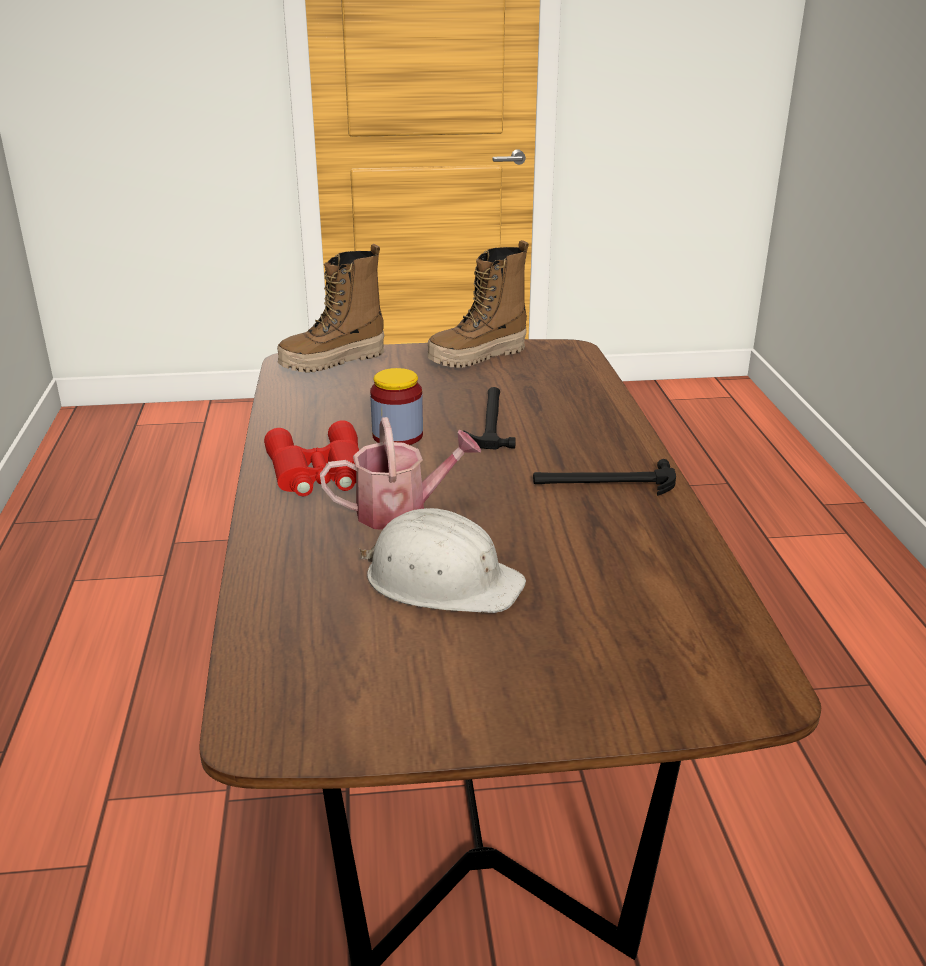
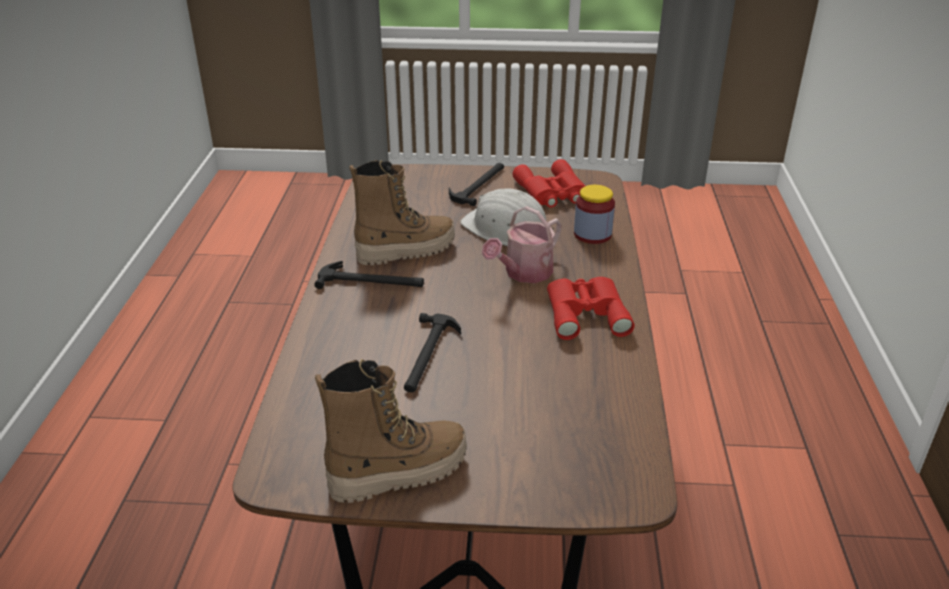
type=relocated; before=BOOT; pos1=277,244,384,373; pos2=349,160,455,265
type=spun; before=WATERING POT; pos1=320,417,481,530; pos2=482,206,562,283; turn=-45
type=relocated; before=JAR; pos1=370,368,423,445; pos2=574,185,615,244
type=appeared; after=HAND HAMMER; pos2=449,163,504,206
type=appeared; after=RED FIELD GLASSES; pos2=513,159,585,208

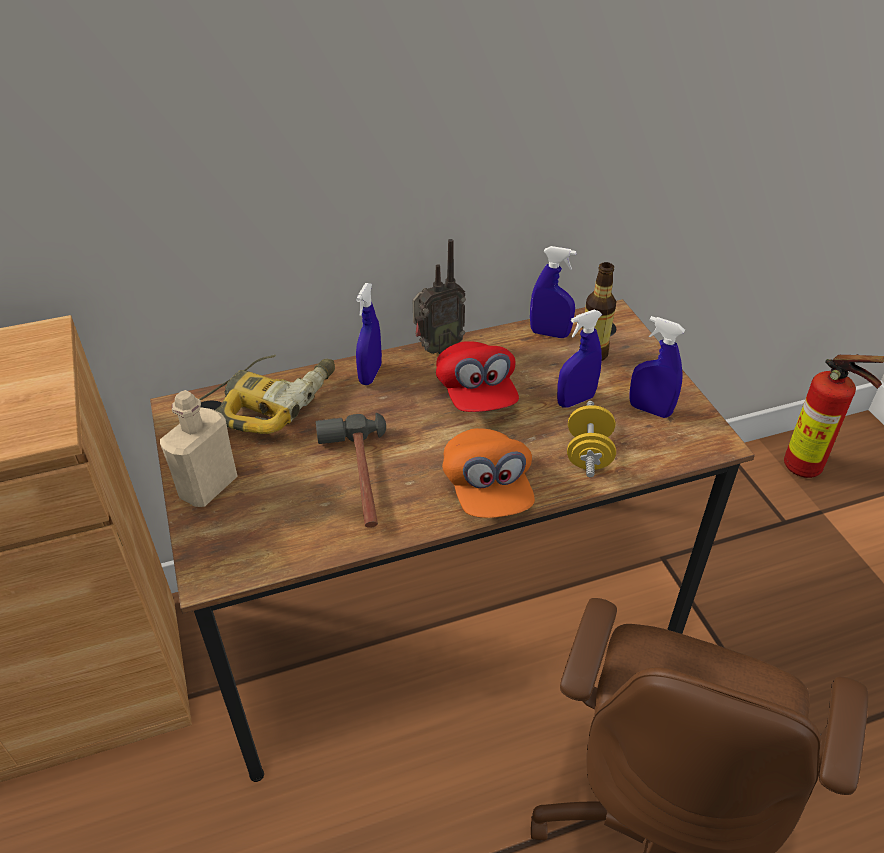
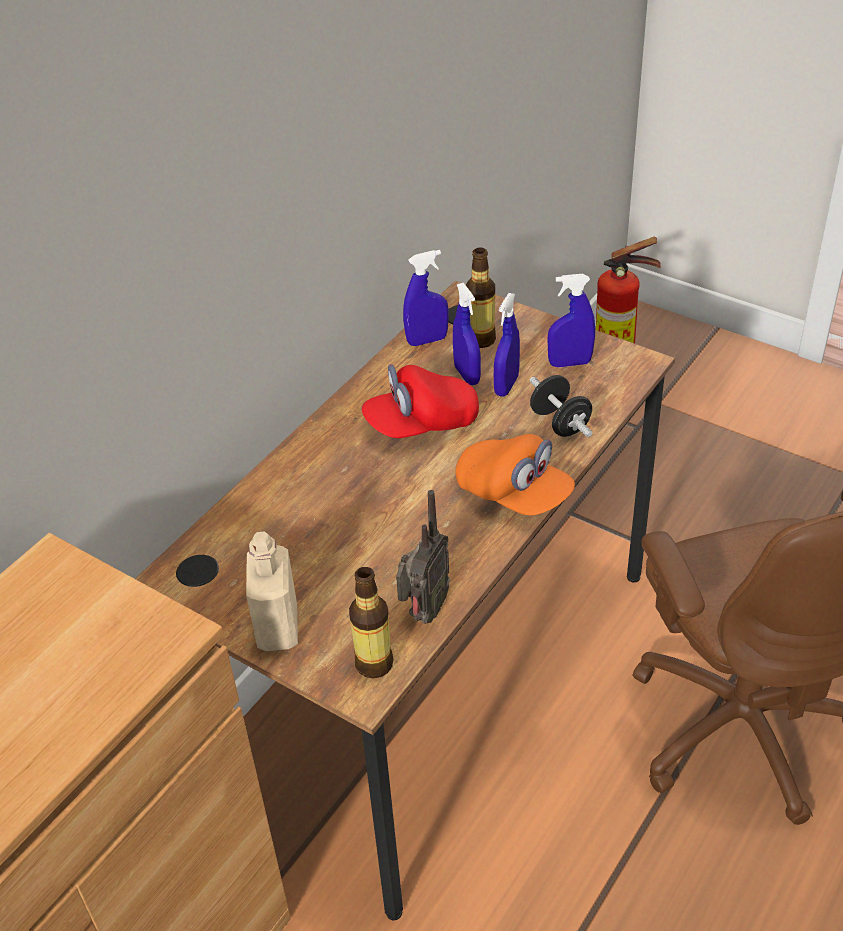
type=missing; before=ELECTRIC DRILL; pos1=200,355,335,434
type=missing; before=HAND HAMMER; pos1=316,413,386,528
type=relocated; before=BLUE-COLOURED HAND SPRAYER; pos1=356,283,382,385; pos2=453,283,481,385
type=relocated; before=RADIO SET; pos1=413,239,466,354; pos2=396,490,450,624
type=spun; before=RED CAP; pos1=436,341,519,412; pos2=362,364,479,438; turn=120
type=colour; before=YELLOWISH DUMBBELL; after=BLACK-COLOURED DUMBBELL; pos1=567,401,616,478; pos2=530,375,592,437
type=appeared; after=BEVERAGE BOTTLE; pos2=349,567,393,678

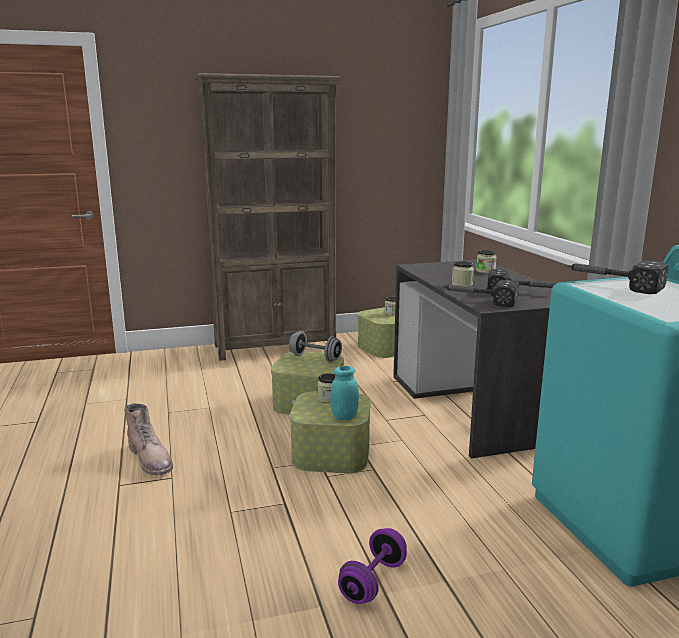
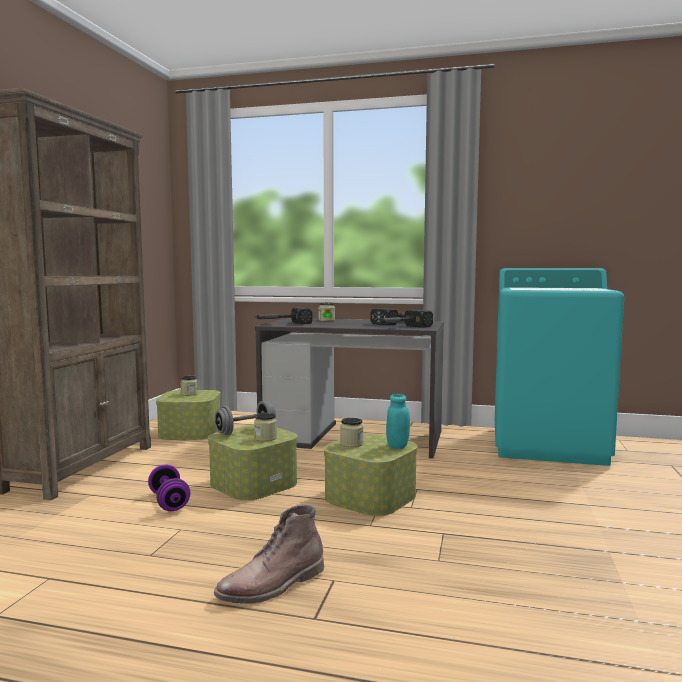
type=spun; before=BROWNISH BOOT; pos1=124,403,173,475; pos2=214,505,324,604; turn=150
type=relocated; before=PURPLISH DUMBBELL; pos1=338,528,407,604; pos2=148,464,190,511
type=relocated; before=JAR; pos1=452,261,474,287; pos2=254,413,277,441
type=relocated; before=HAND HAMMER; pos1=567,261,668,294; pos2=256,307,313,324

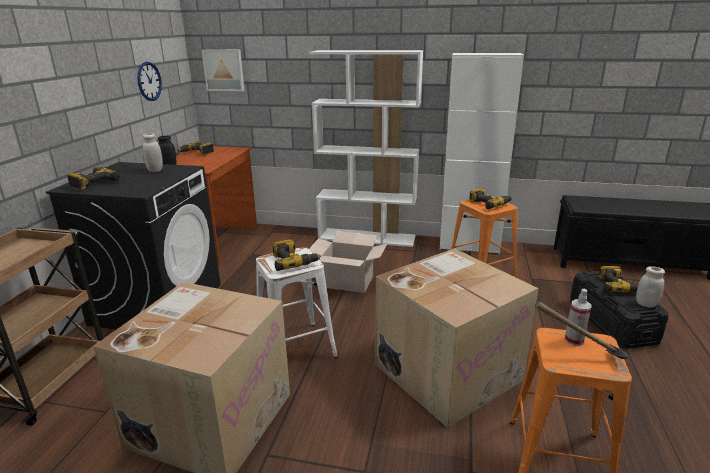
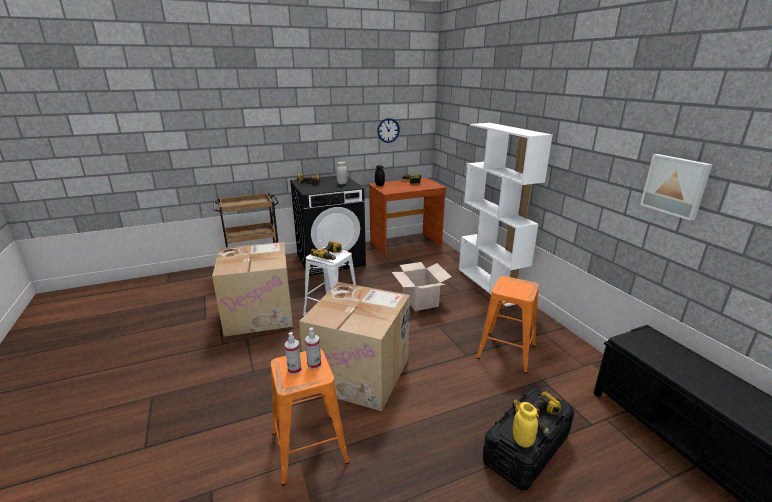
type=relocated; before=WALL ART; pos1=202,50,244,91; pos2=640,154,713,221
type=missing; before=WHITISH STORAGE CABINET; pos1=440,53,524,254
type=missing; before=ELECTRIC DRILL; pos1=469,188,512,209
type=exchanged; before=HAND HAMMER; after=HAND SPRAYER; pos1=535,301,629,359; pos2=285,332,301,375
type=colour; before=WHITISH JAR; after=YELLOWISH JAR; pos1=636,266,665,308; pos2=513,402,538,448

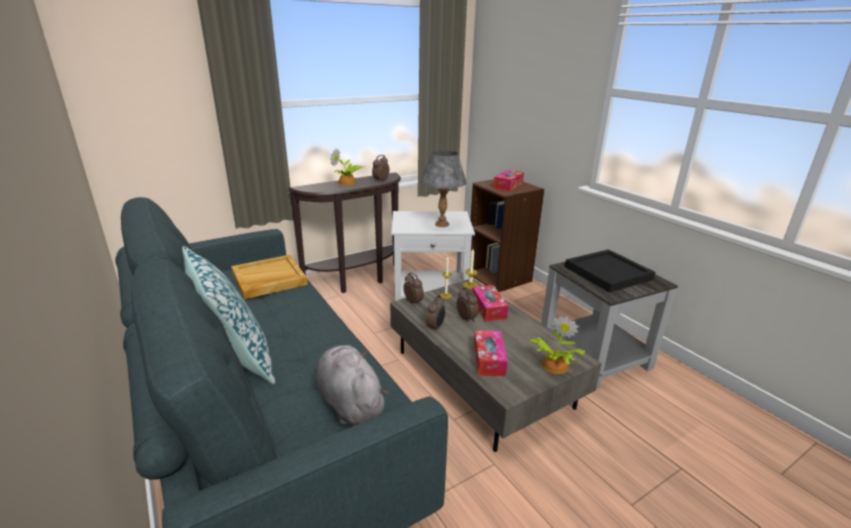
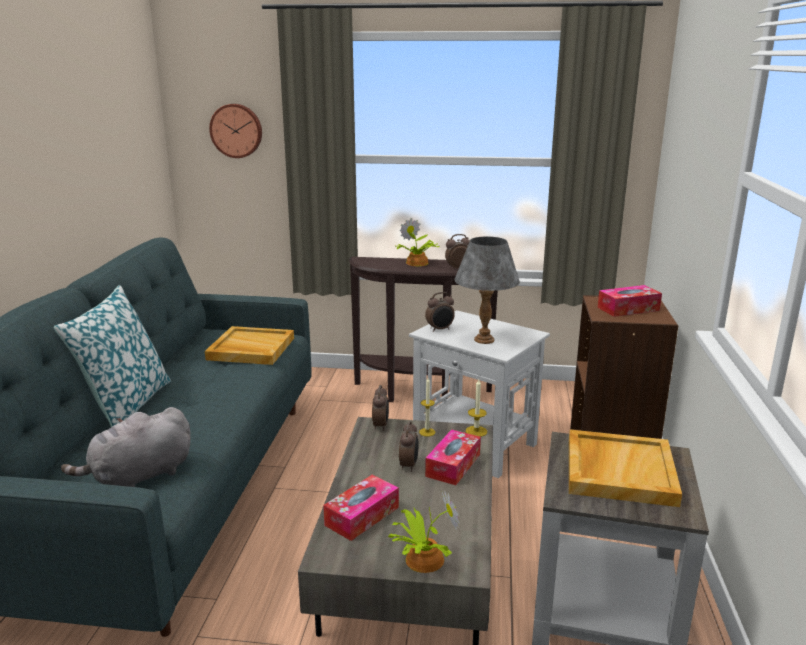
type=spun; before=GREY SOFT TOY; pos1=316,345,389,425; pos2=61,407,190,487; turn=-135
type=relocated; before=BEDSIDE CLOCK; pos1=426,295,445,332; pos2=425,292,455,332
type=colour; before=BLACK-COLOURED CARRYING TRAY; after=SAND-COLOURED CARRYING TRAY; pos1=565,249,656,293; pos2=569,430,682,507
type=appeared; after=CLOCK ON THE WALL; pos2=209,104,262,158

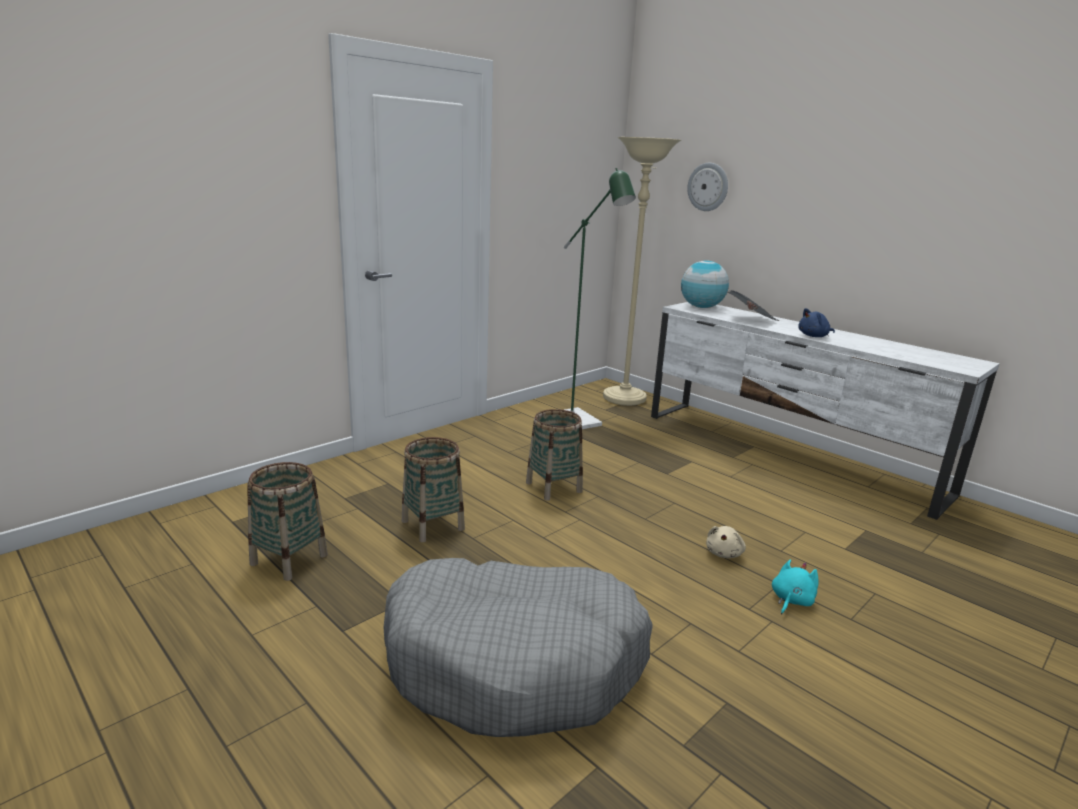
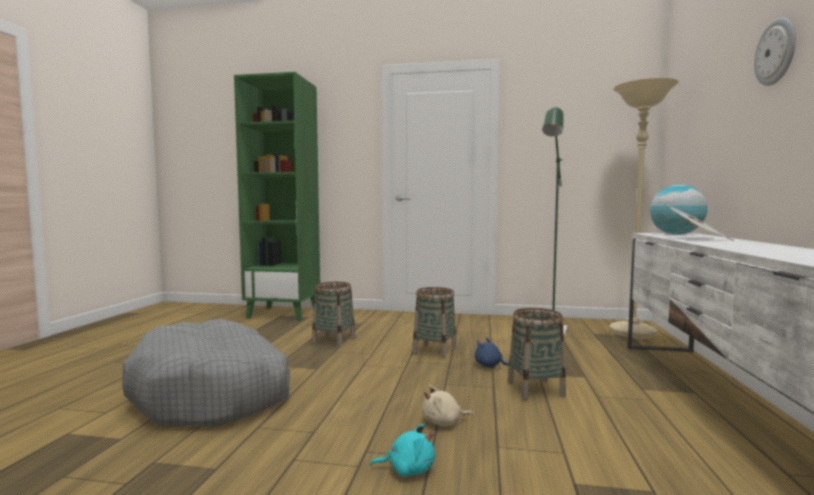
type=relocated; before=STORAGE BASKET; pos1=247,462,328,581; pos2=507,308,566,400
type=relocated; before=CLOCK ON THE WALL; pos1=687,163,728,211; pos2=754,17,796,86
type=relocated; before=BLUE-COLOURED SOFT TOY; pos1=798,308,835,337; pos2=474,338,509,369
type=appeared; after=GREENISH BOOKCASE; pos2=234,72,320,321

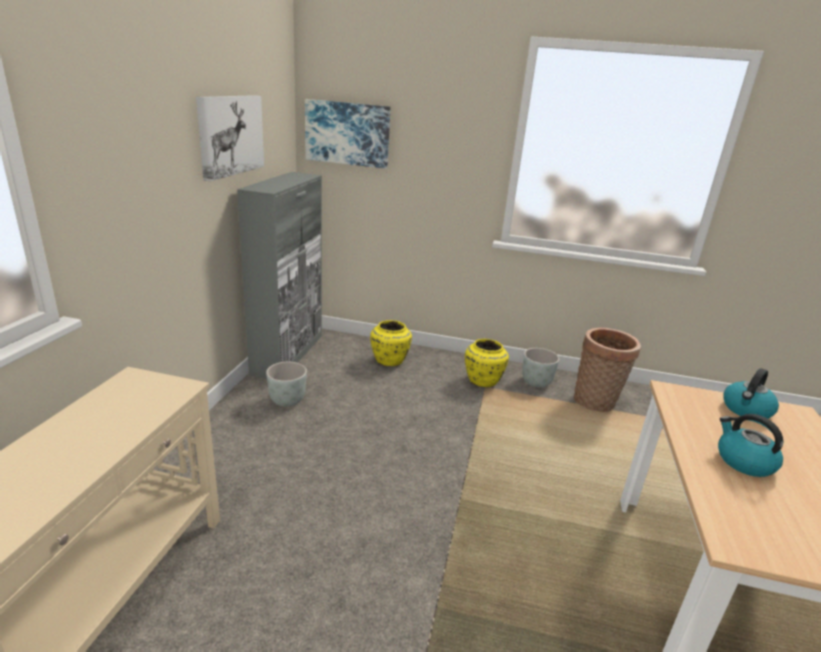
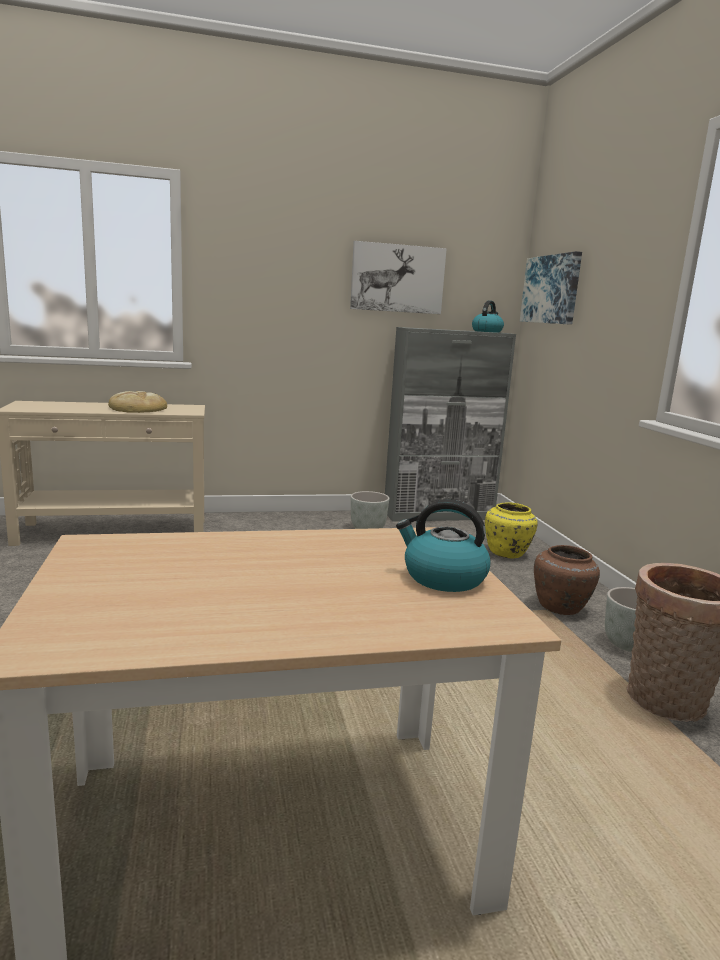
type=colour; before=YELLOWISH FLOWER VASE; after=BROWNISH FLOWER VASE; pos1=465,339,509,387; pos2=534,545,600,615
type=relocated; before=WATER KETTLE; pos1=718,414,783,477; pos2=472,301,504,333
type=appeared; after=BREAD; pos2=108,391,167,413

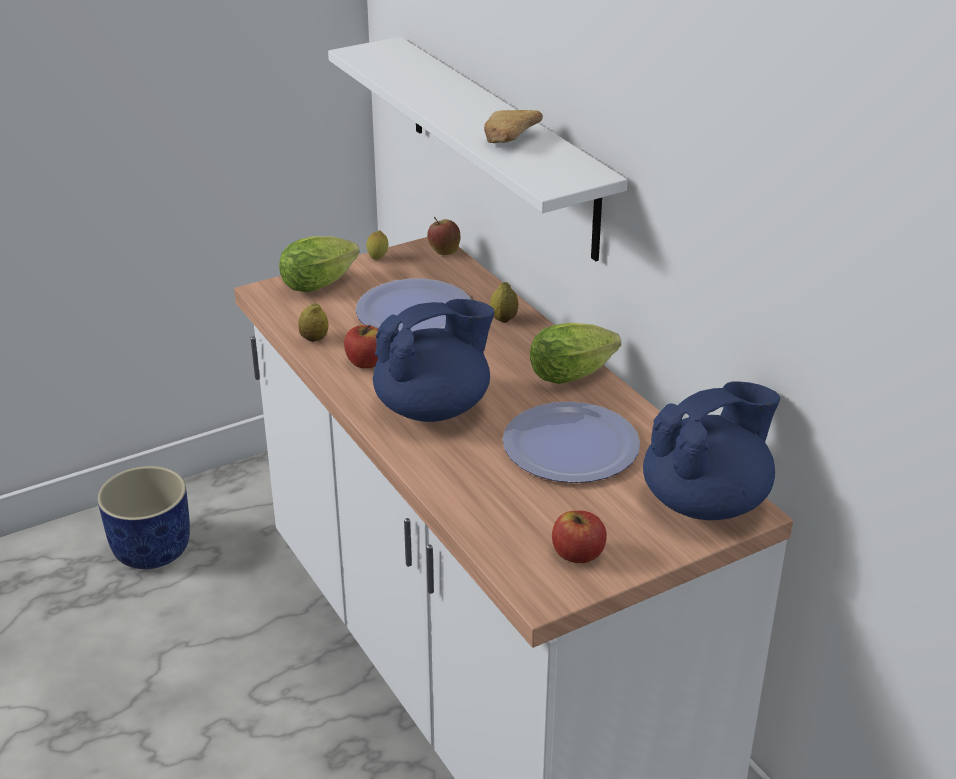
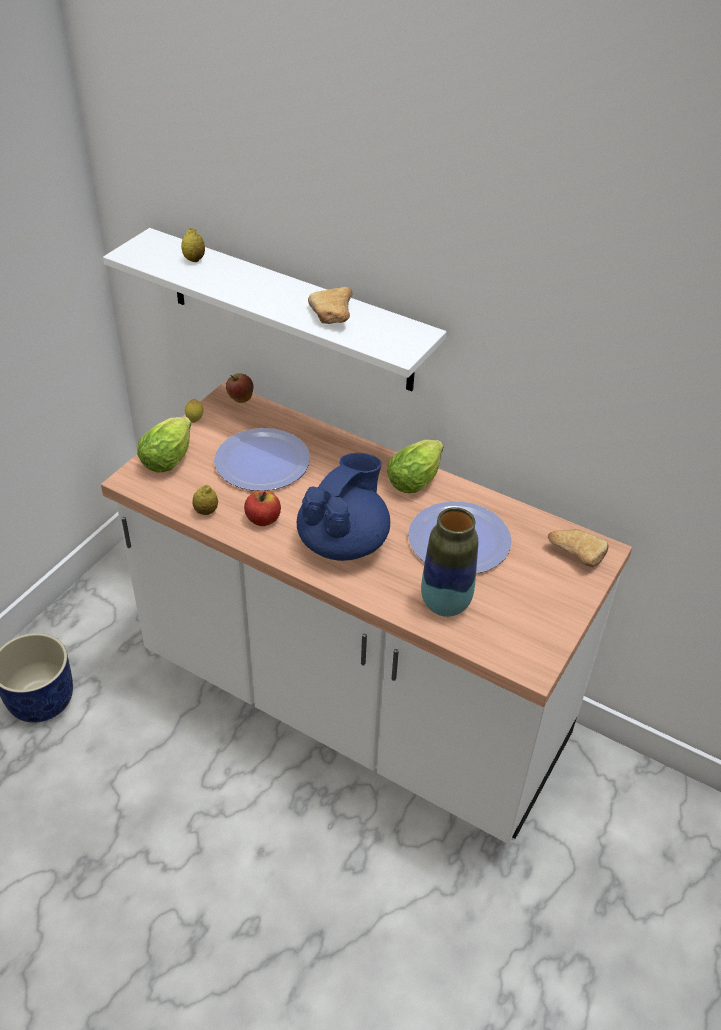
type=relocated; before=CITRUS FRUIT; pos1=490,282,518,323; pos2=181,228,205,262
type=missing; before=APPLE FRUIT; pos1=552,511,607,563
type=exchanged; before=BLUE-COLOURED POT FOR TEA; after=BREAD; pos1=643,382,780,520; pos2=548,529,609,567
type=appeared; after=FLOWER VASE; pos2=421,507,478,617

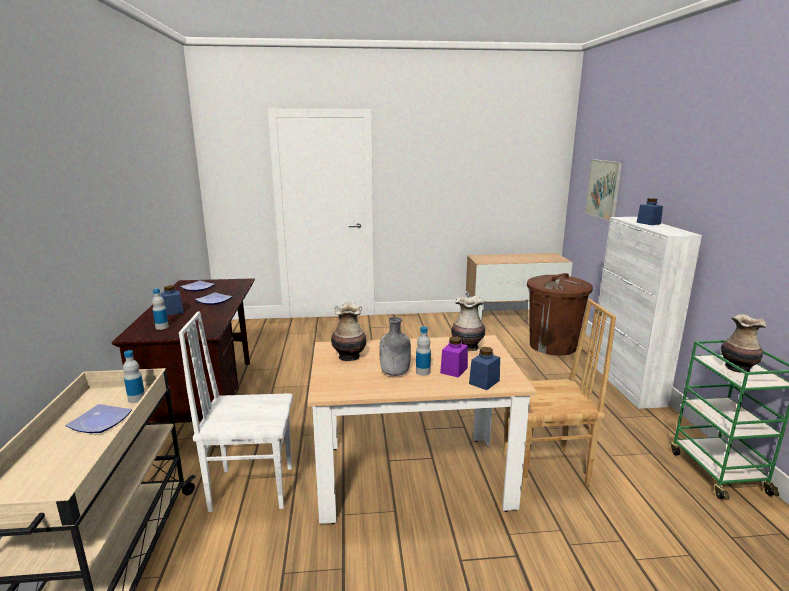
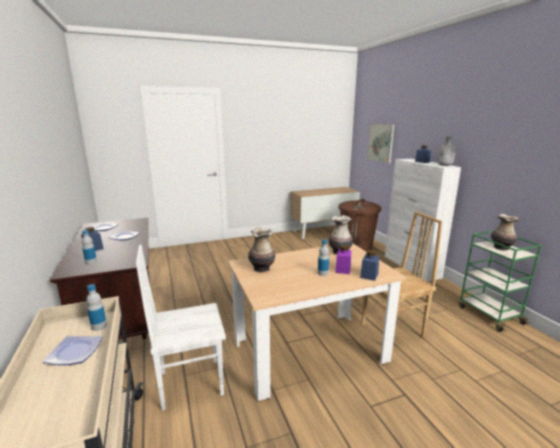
type=relocated; before=GREY BEVERAGE BOTTLE; pos1=380,317,411,376; pos2=438,136,456,166

